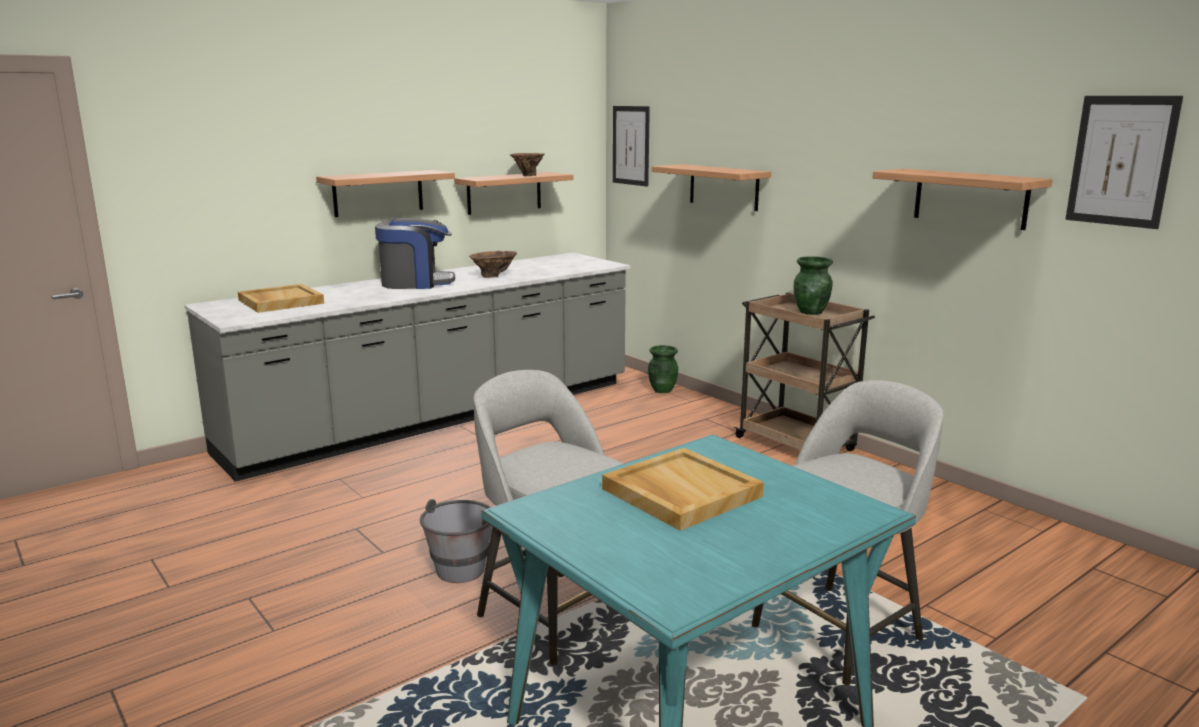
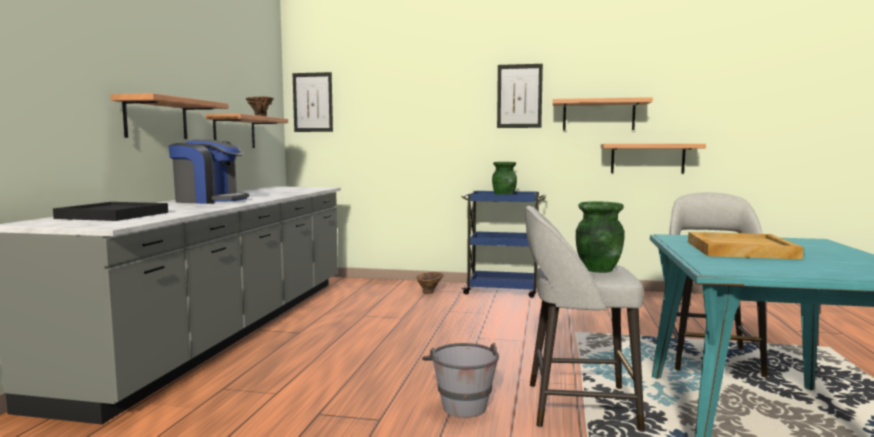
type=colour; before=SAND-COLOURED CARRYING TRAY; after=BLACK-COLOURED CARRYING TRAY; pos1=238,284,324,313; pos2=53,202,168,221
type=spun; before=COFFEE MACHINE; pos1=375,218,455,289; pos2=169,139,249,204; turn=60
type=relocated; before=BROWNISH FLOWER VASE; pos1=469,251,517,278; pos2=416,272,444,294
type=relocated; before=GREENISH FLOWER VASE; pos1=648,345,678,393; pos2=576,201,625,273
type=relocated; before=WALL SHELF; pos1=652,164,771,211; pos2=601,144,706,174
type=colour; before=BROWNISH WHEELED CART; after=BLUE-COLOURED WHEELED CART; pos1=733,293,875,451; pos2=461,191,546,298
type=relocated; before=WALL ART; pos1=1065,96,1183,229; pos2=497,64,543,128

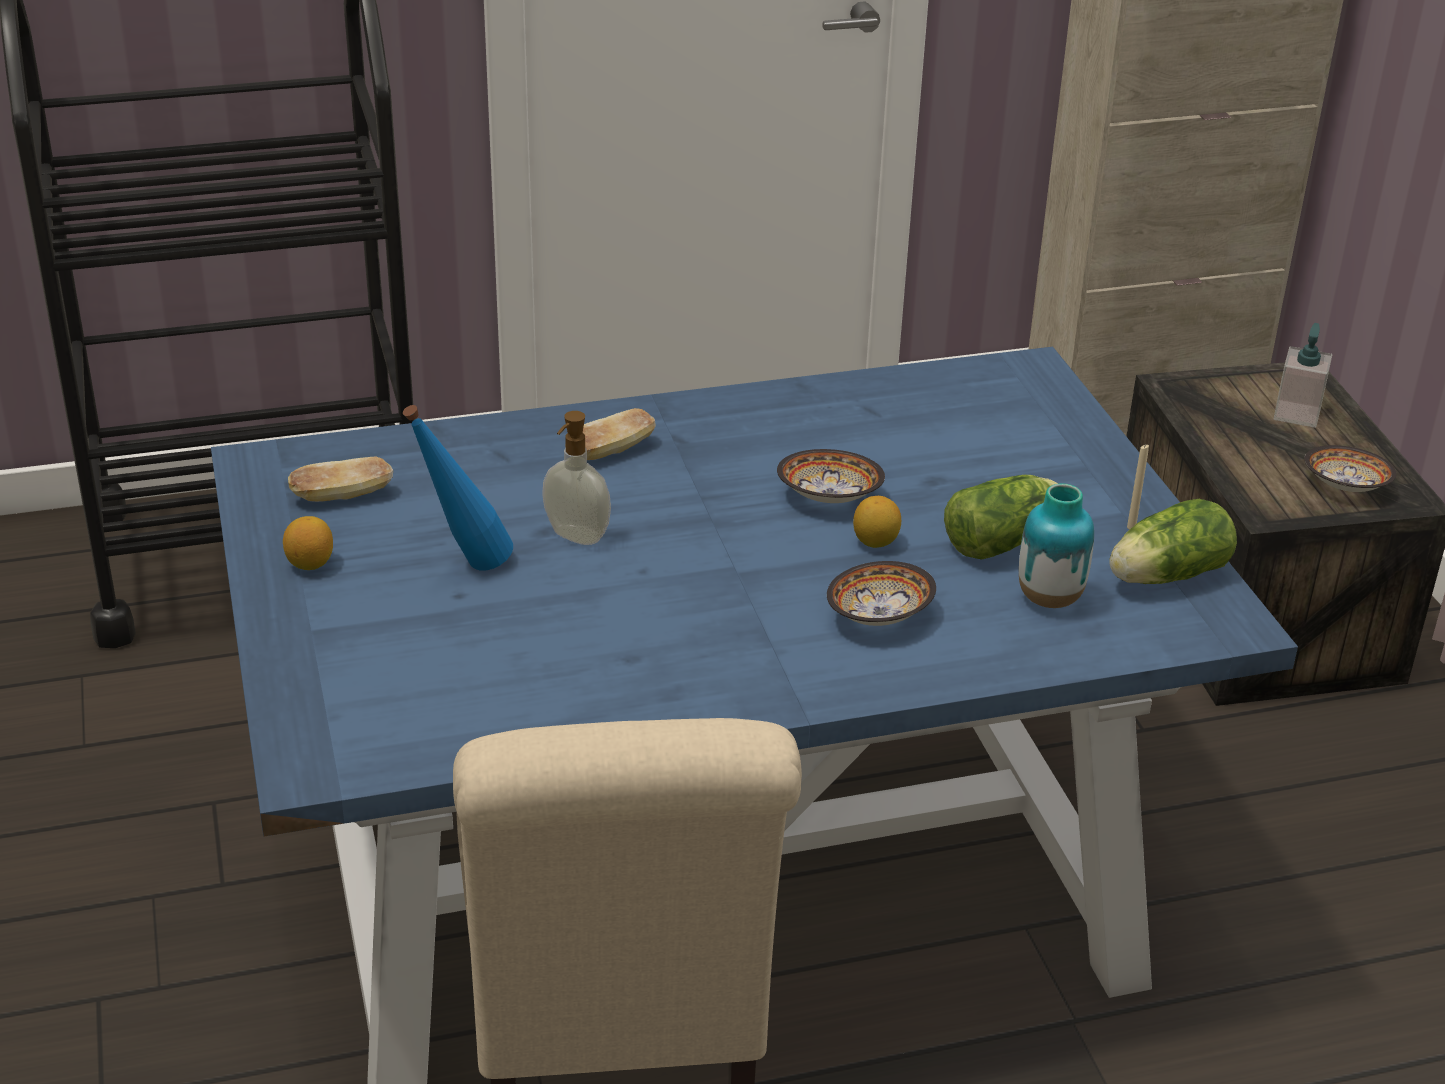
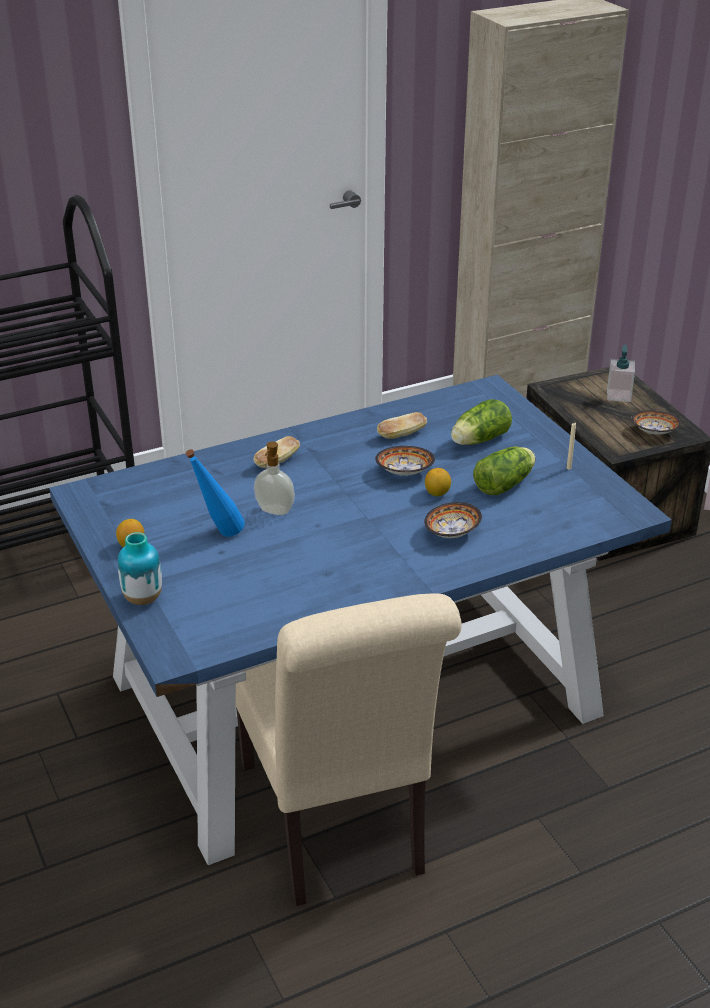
type=relocated; before=BREAD; pos1=288,456,393,502; pos2=377,412,427,439
type=relocated; before=FLOWER VASE; pos1=1019,483,1094,608; pos2=118,532,162,605
type=relocated; before=HEAD OF LETTUCE; pos1=1109,499,1237,584; pos2=451,399,512,445

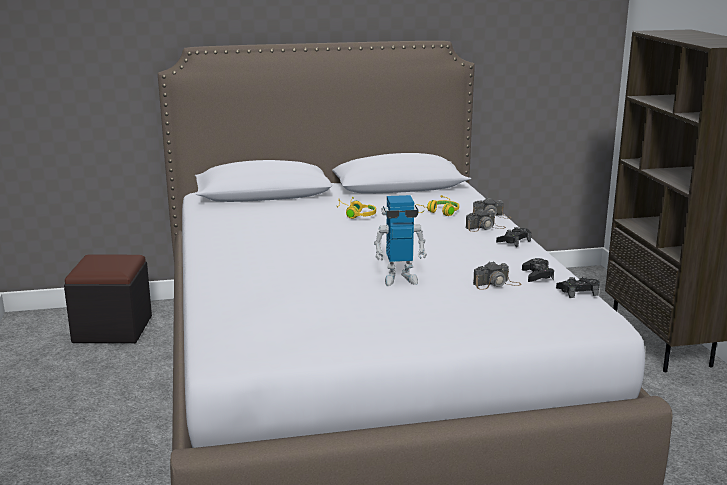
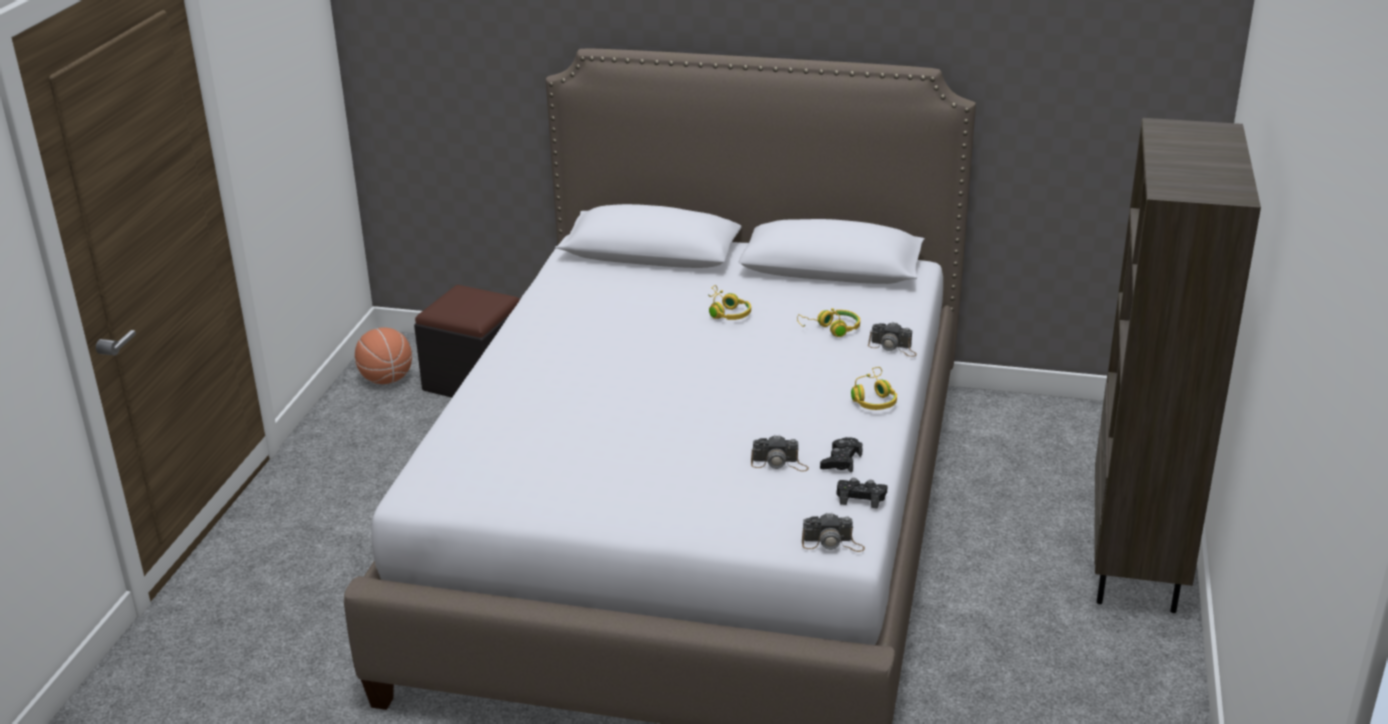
type=missing; before=TOY ROBOT; pos1=374,195,427,286
type=relocated; before=PHOTO CAMERA; pos1=466,208,506,232; pos2=802,512,865,552
type=exchanged; before=BLACK-COLOURED GAME CONTROLLER; after=YELLOWISH HEADSET; pos1=496,227,531,247; pos2=851,367,897,410
type=appeared; after=BALL FOR BASKETBALL; pos2=355,327,412,384

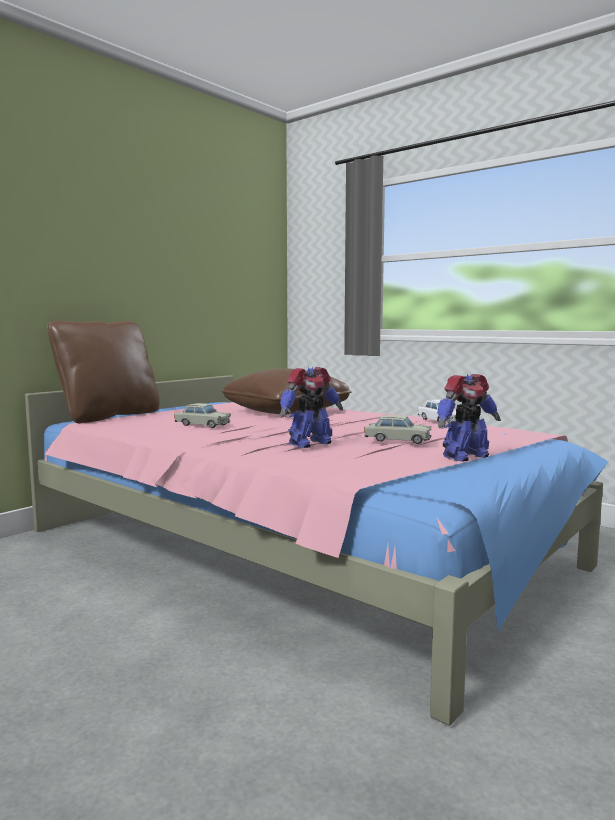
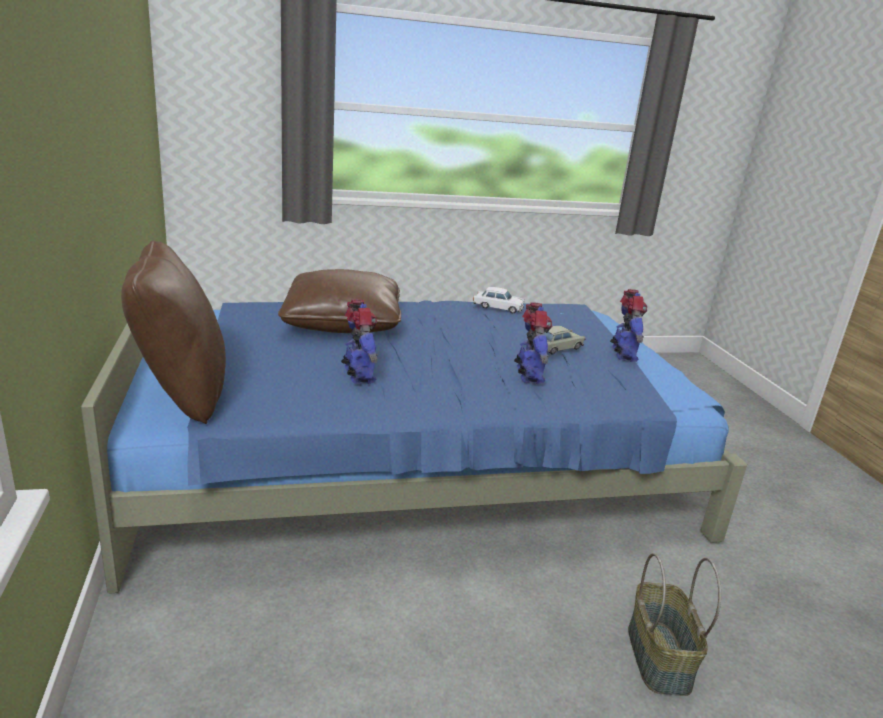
type=colour; before=PINKISH BEDROOM BED; after=BLUE-COLOURED BEDROOM BED; pos1=25,375,608,726; pos2=81,301,747,594
type=exchanged; before=SAND-COLOURED TOY CAR; after=TOY ROBOT; pos1=174,403,231,428; pos2=341,299,378,384
type=appeared; after=STORAGE BASKET; pos2=628,553,721,696

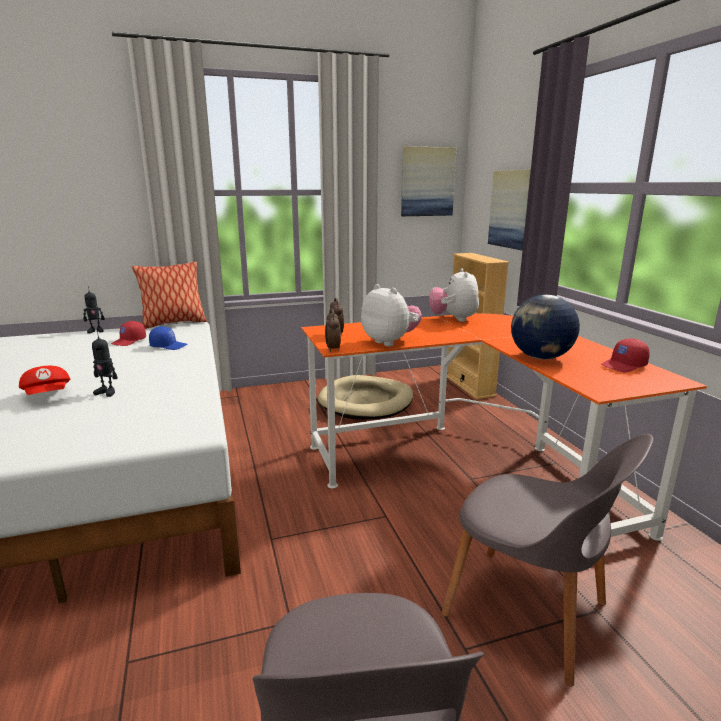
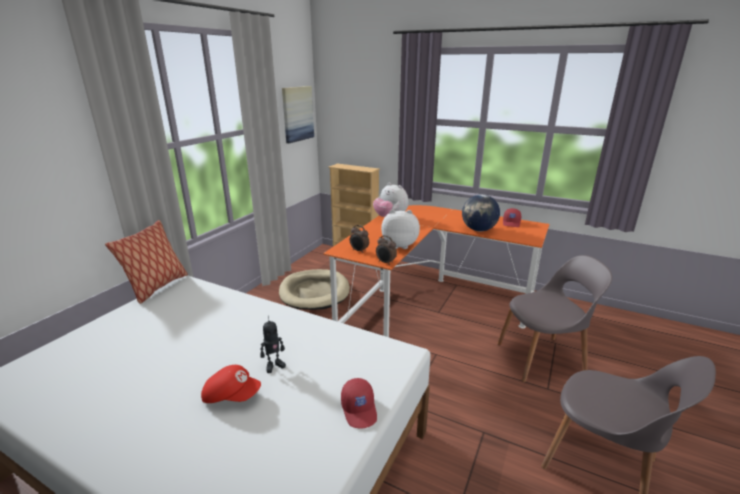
type=missing; before=TOY ROBOT; pos1=83,286,105,333
type=relocated; before=RED CAP; pos1=111,321,146,346; pos2=341,378,377,429
type=missing; before=BLUE-COLOURED CAP; pos1=149,326,187,350
type=missing; before=WALL ART; pos1=488,170,531,250

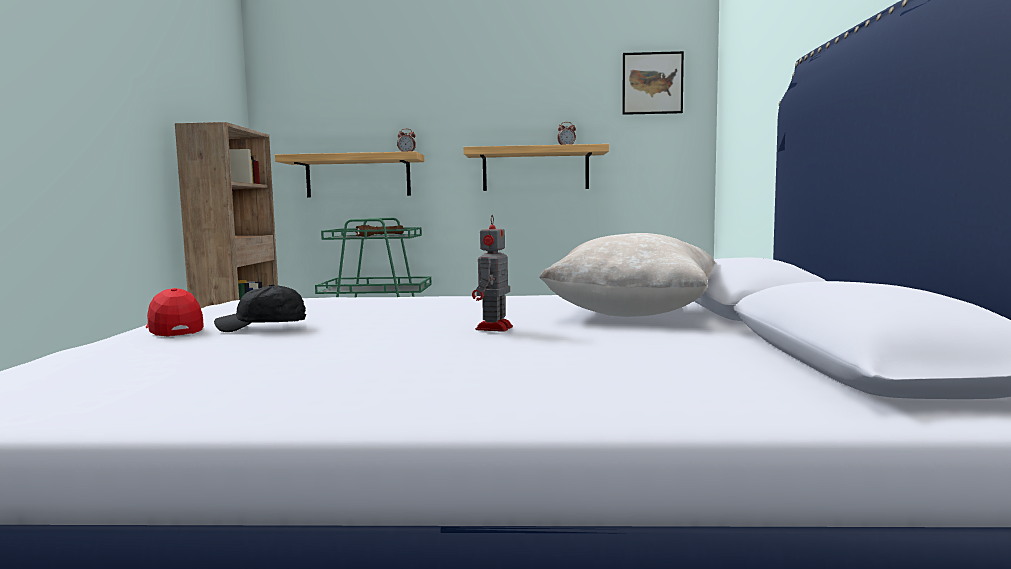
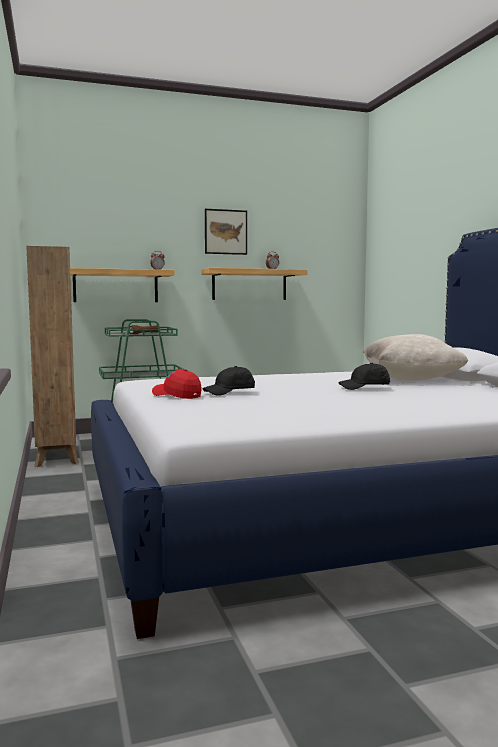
type=exchanged; before=TOY ROBOT; after=BLACK-COLOURED CAP; pos1=472,215,513,332; pos2=338,363,390,390
type=relocated; before=WALL ART; pos1=622,51,684,115; pos2=205,209,247,255

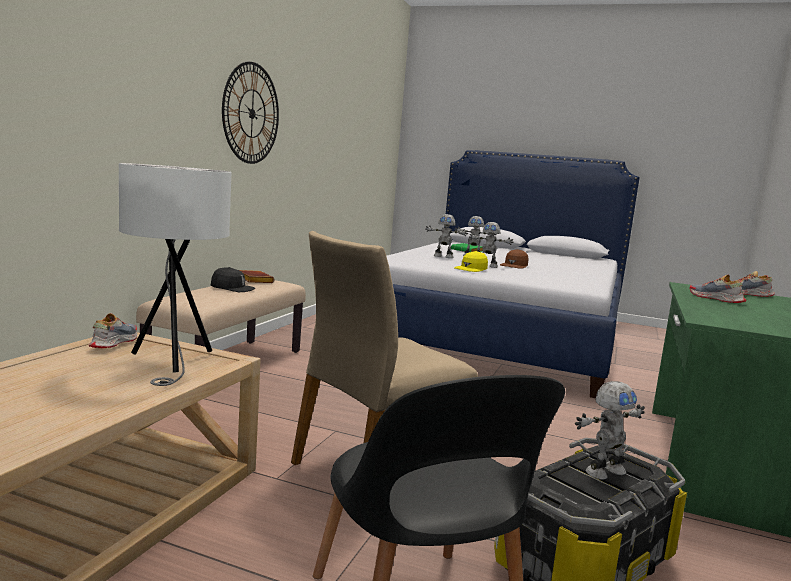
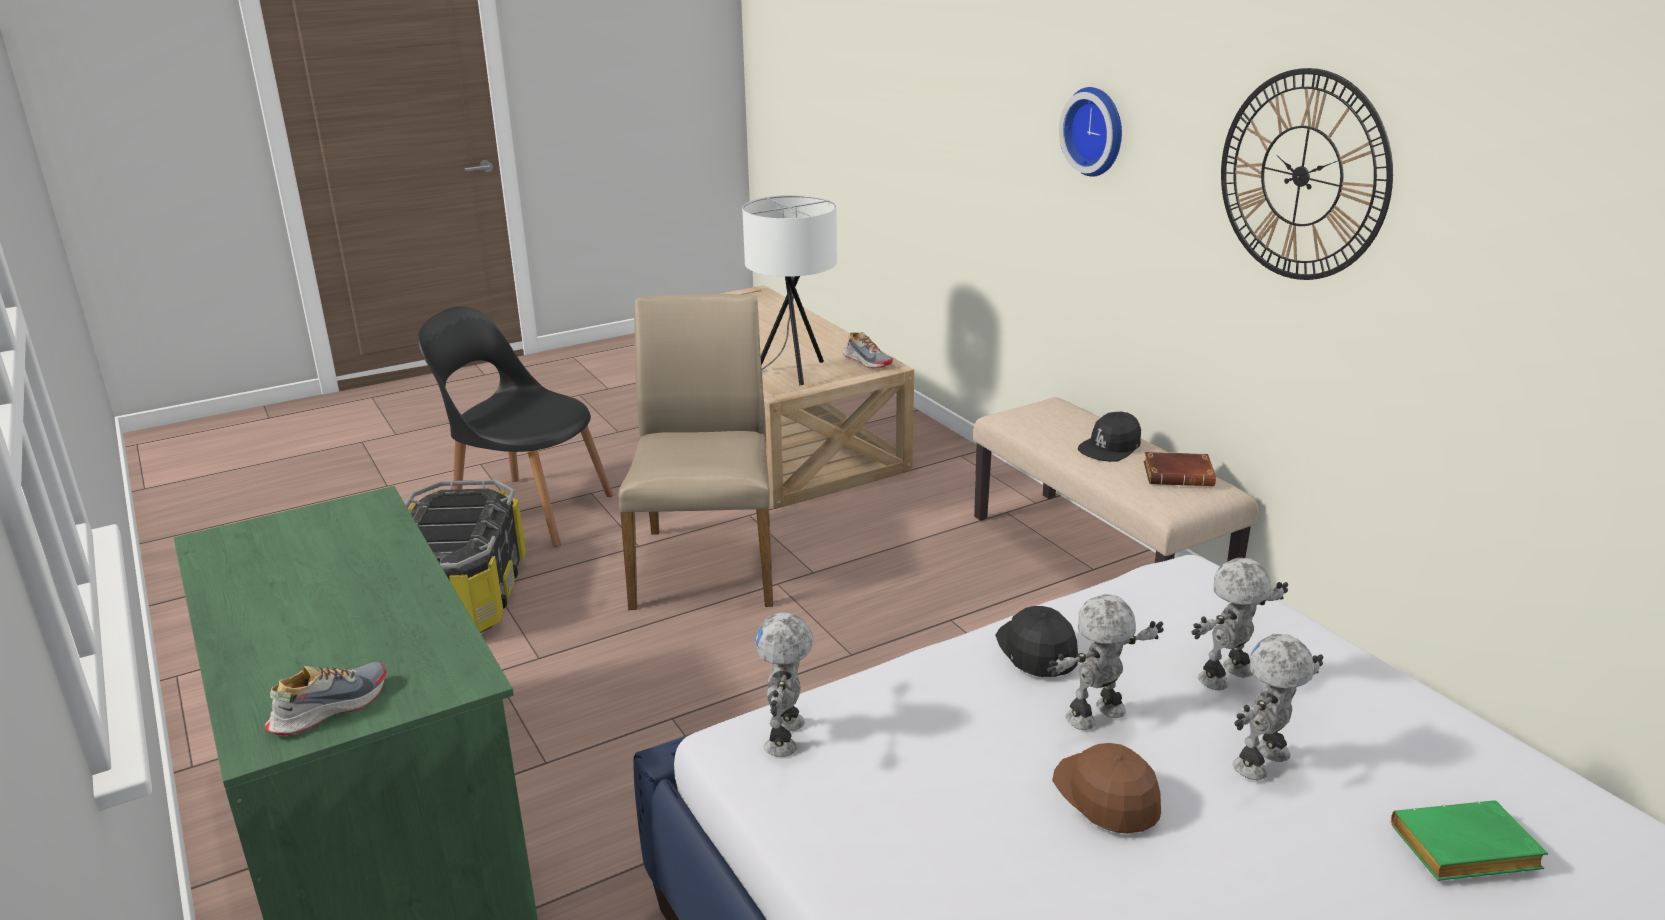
type=colour; before=YELLOWISH CAP; after=BLACK-COLOURED CAP; pos1=455,251,488,272; pos2=995,606,1078,677
type=relocated; before=TOY ROBOT; pos1=575,381,645,480; pos2=755,612,814,757
type=missing; before=SHOE; pos1=690,275,747,303
type=appeared; after=CLOCK ON THE WALL; pos2=1059,87,1122,177

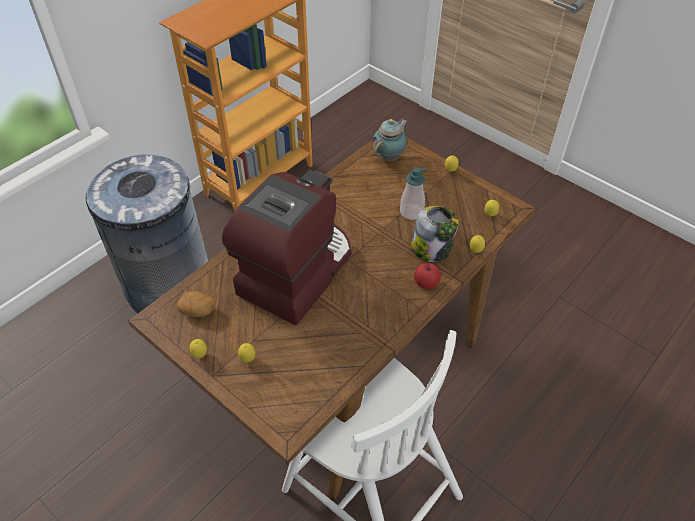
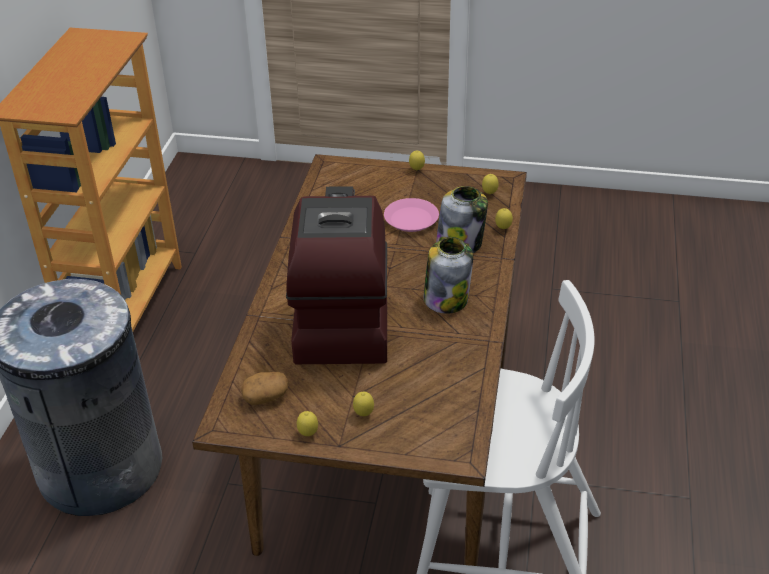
type=missing; before=POT FOR TEA; pos1=373,118,408,162
type=exchanged; before=SOAP DISPENSER; after=PINKISH DINNER PLATE; pos1=400,167,427,220; pos2=384,198,439,232
type=missing; before=APPLE FRUIT; pos1=414,263,441,289
type=appeared; after=JAR; pos2=424,237,473,314

